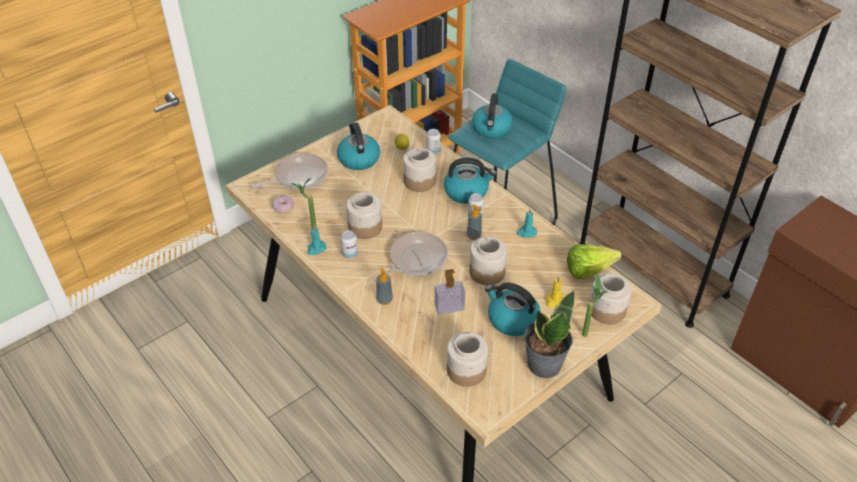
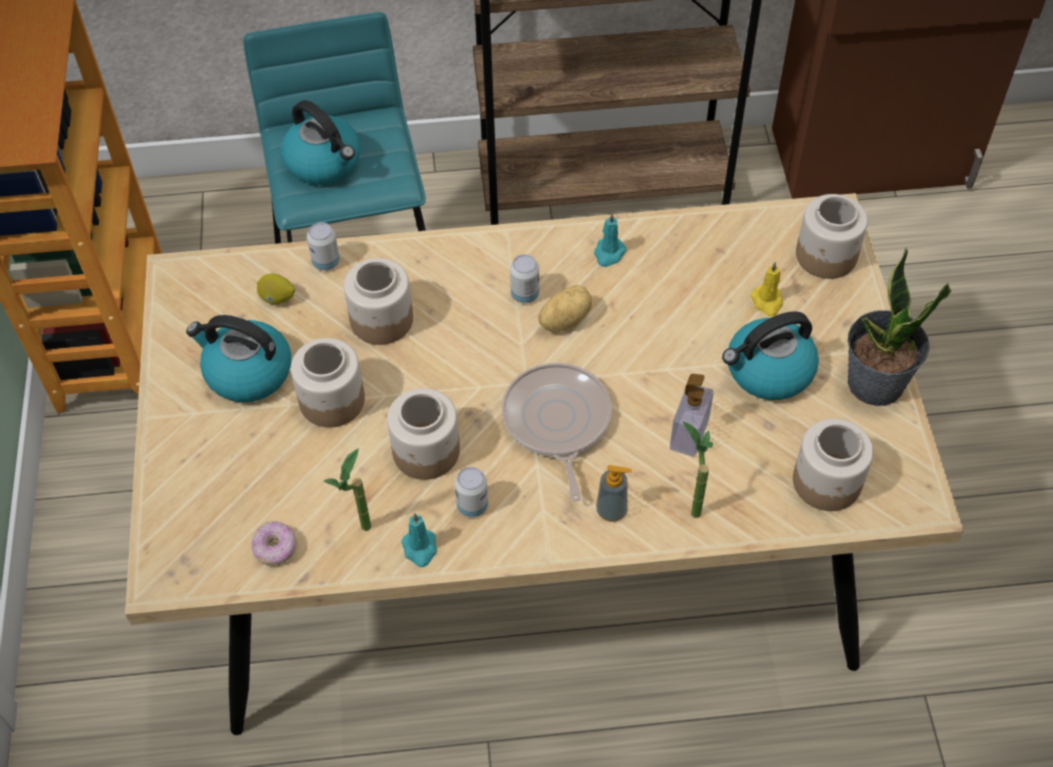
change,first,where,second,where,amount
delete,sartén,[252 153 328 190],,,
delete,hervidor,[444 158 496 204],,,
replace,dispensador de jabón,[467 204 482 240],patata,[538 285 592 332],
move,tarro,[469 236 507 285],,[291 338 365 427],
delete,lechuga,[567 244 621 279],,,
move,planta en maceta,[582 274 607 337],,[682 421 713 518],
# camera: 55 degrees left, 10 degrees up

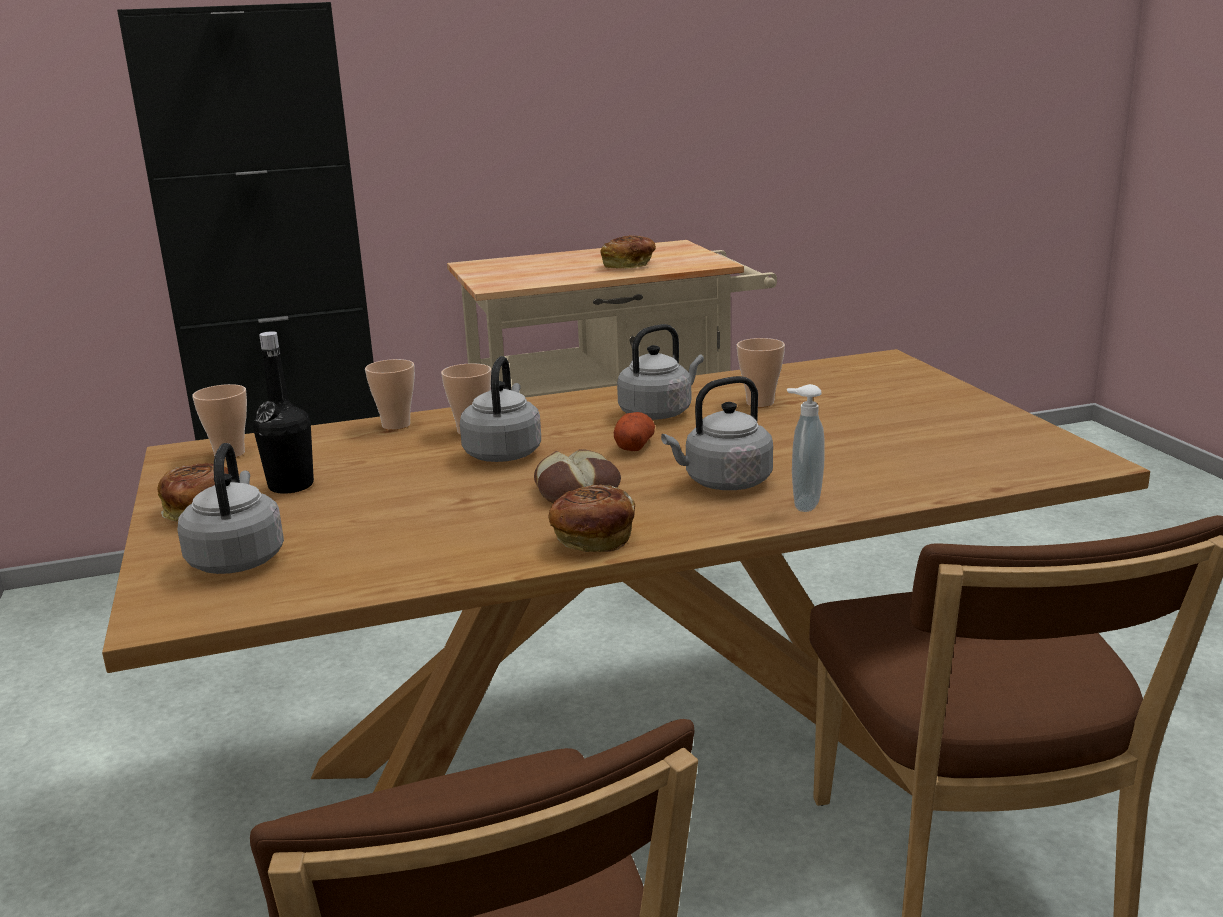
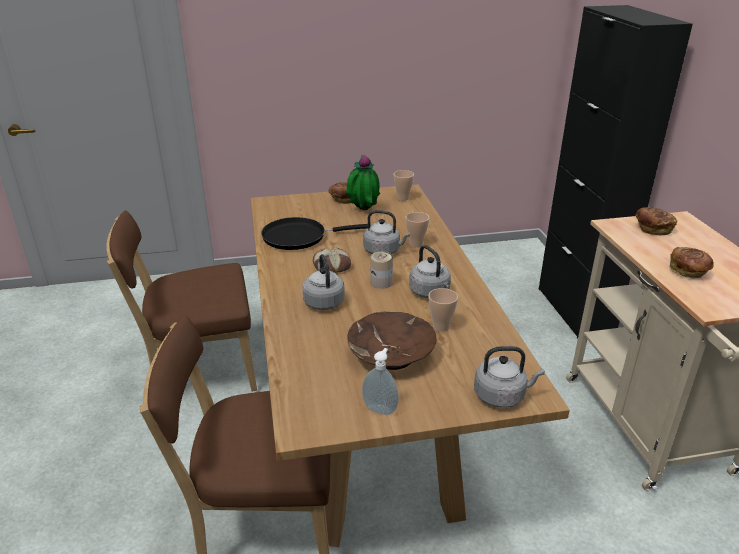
change,first,where,second,where,amount
move,hervidor (gris),[177 443 284 574],,[474 346 545 408],
replace,botella (negro),[253 331 314 494],planta en maceta,[345 154 380 210],
delete,taza,[365 359 415 430],,,
move,pan,[549 484 635 552],,[636 207 677 235],
replace,patata,[614 412 655 451],lata,[371 252 393 289],
move,dispensador de jabón,[787 384 825 512],,[362 348 399 415],
insert,,,sartén (negro),[261 217 368 250],
insert,,,cuenco (marrón),[347 312 437 370],
# camera: 95 degrees right, 10 degrees up

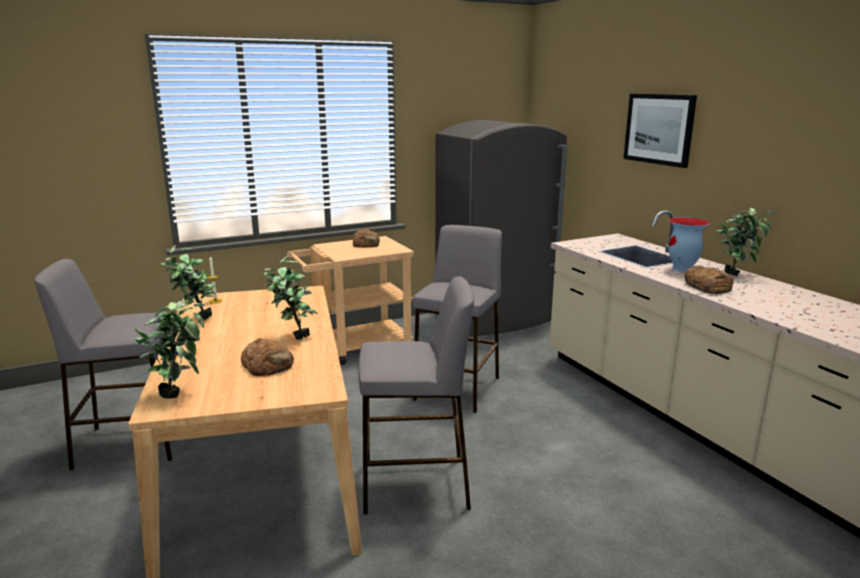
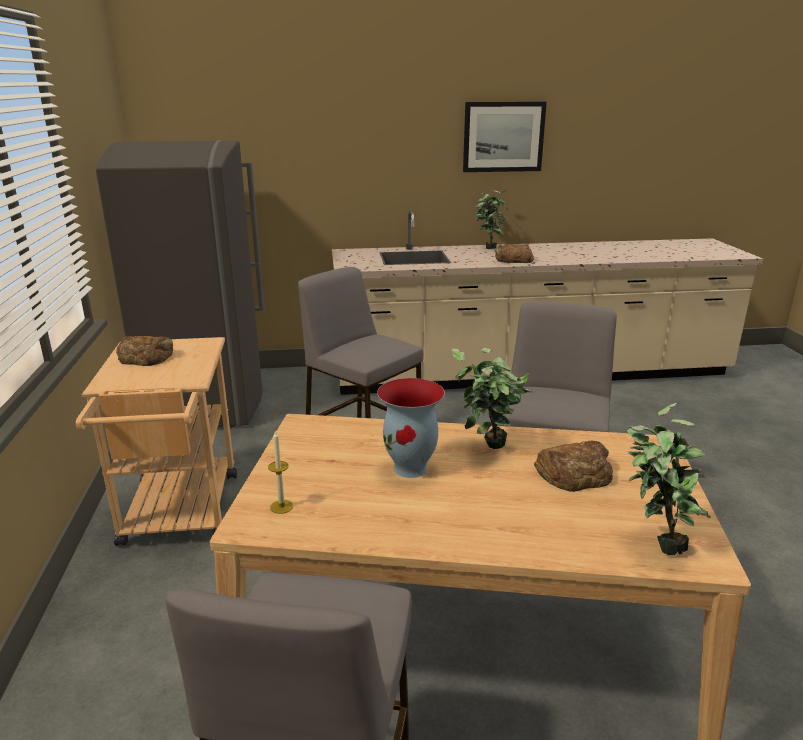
change,first,where,second,where,amount
delete,planta en maceta,[161 245 215 320],,,
move,cuadro,[623 94 697 168],,[463 102 547 172],
move,florero,[669 217 710 273],,[377 378 445 478],
# camera: 70 degrees left, 5 degrees up

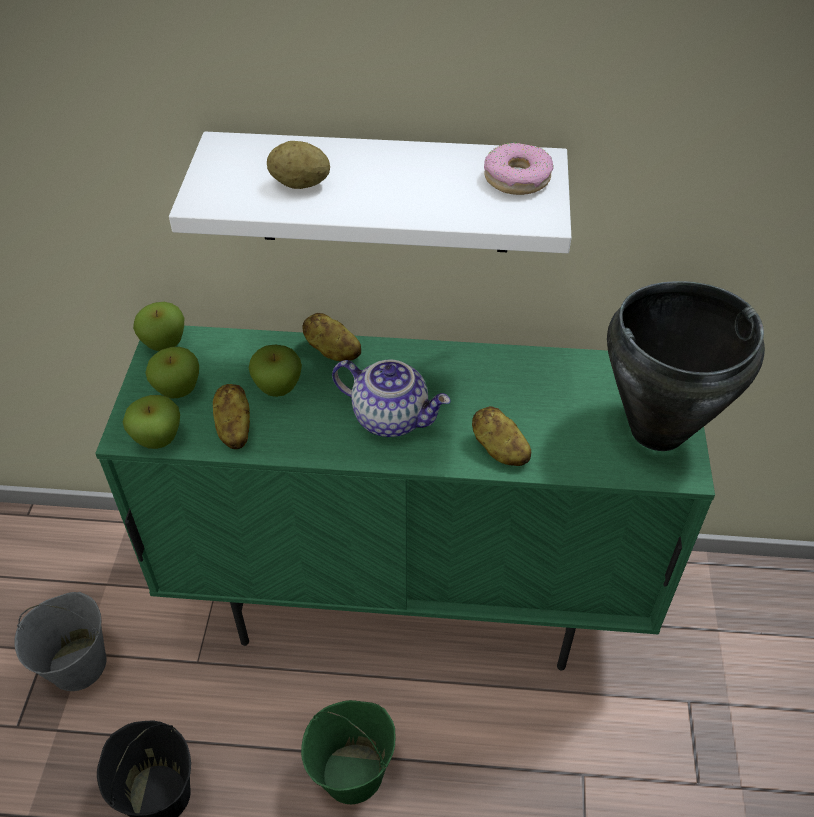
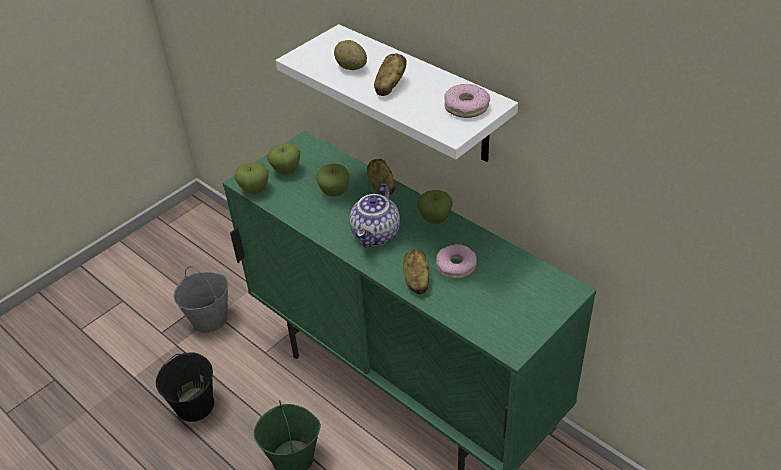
change,first,where,second,where,amount
move,manzana,[133 302 184 351],,[417 190 453 224],
move,patata,[213 384 250 449],,[374 54 407 96],
rotate,tetera,[332 359 451 437],,[350 183 400 247],45 degrees clockwise
delete,olla (negro),[607 281 765 451],,,
insert,,,rosquilla,[436 244 477 279],
# camera: 40 degrees right, 5 degrees down

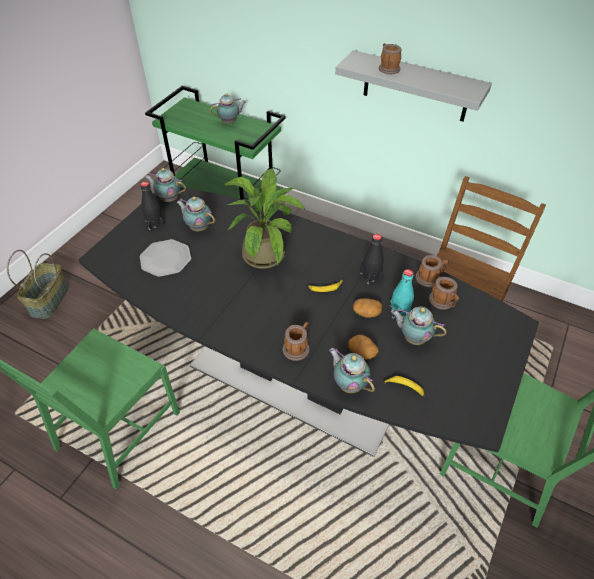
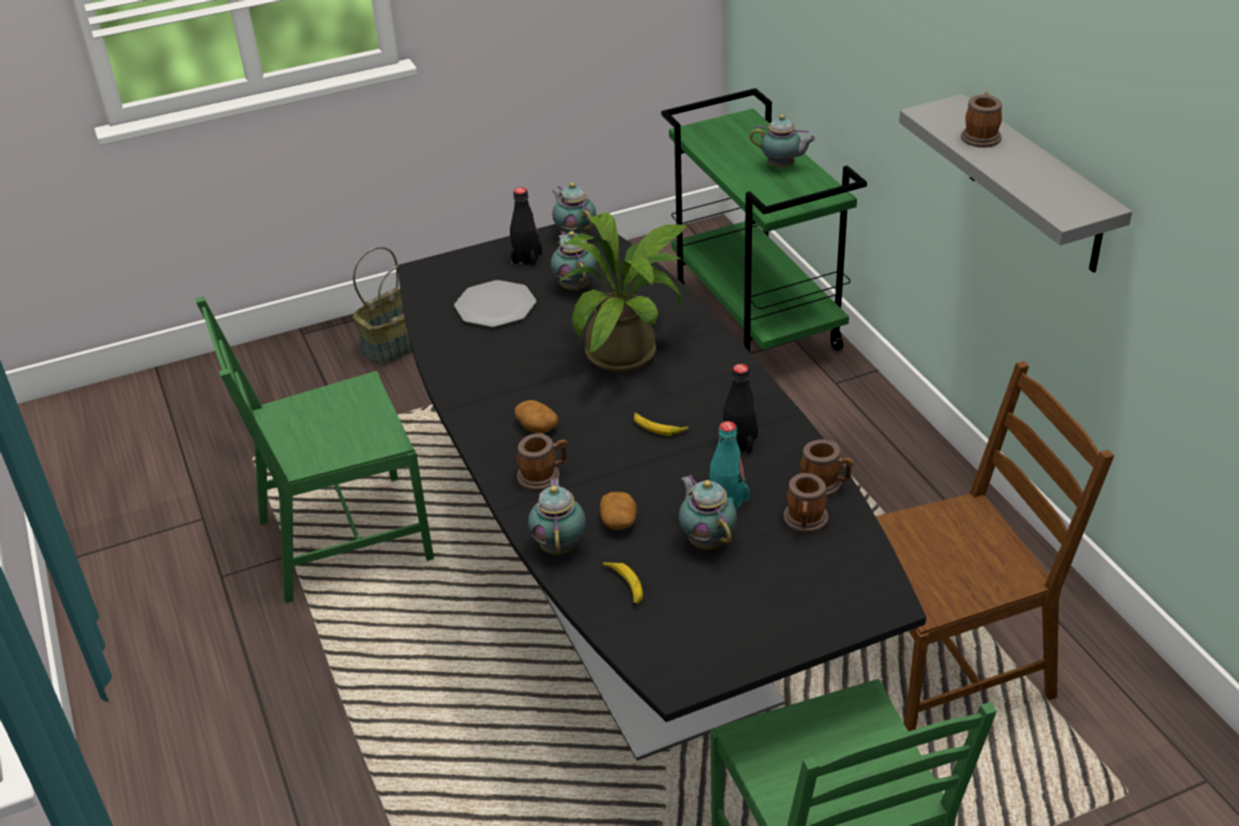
change,first,where,second,where,amount
move,patata,[353 298 382 318],,[515 400 559 433],
# camera: 40 degrees right, 10 degrees down

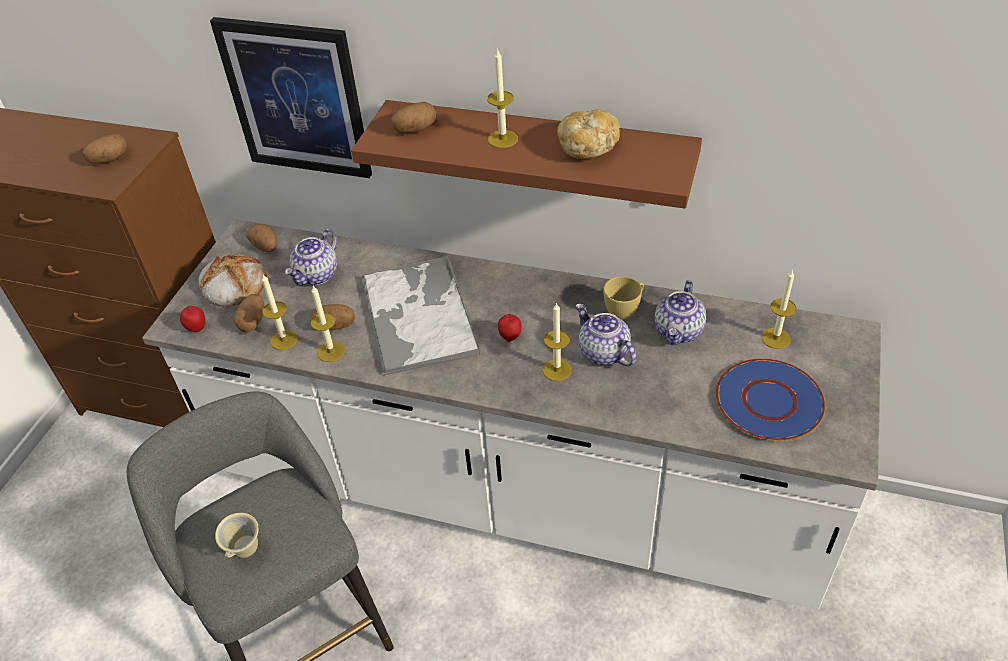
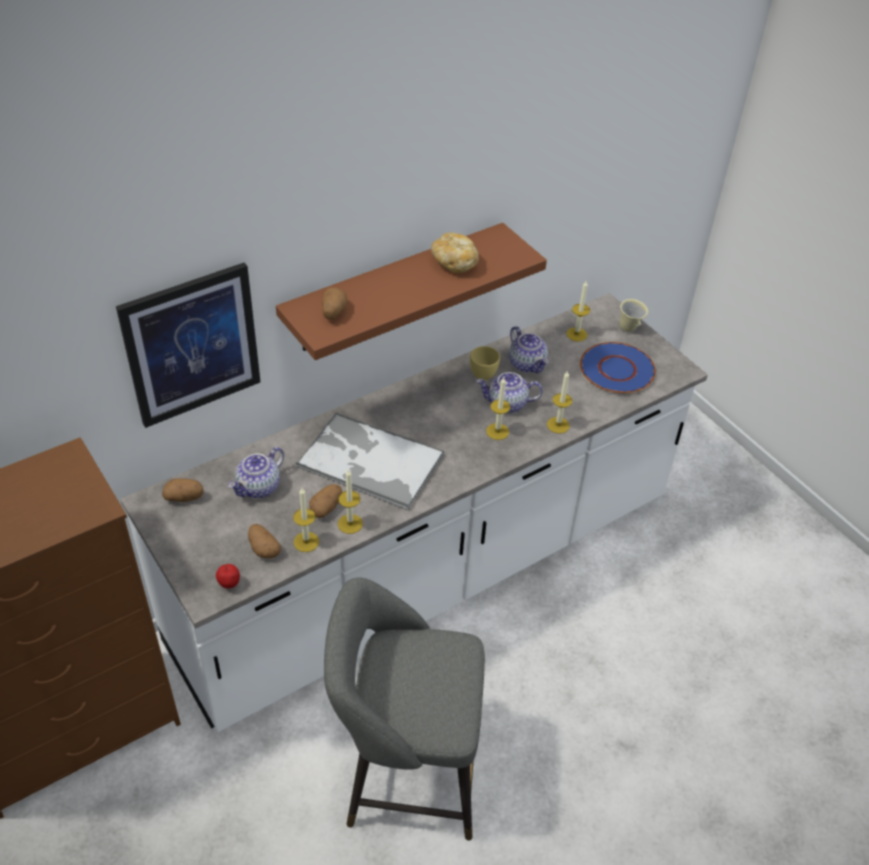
change,first,where,second,where,amount
delete,patata,[83 134 127 164],,,
delete,pan,[198 254 267 307],,,
move,taza grande (beis),[215 513 259 558],,[619 299 648 332],
rotate,tetera,[285 229 337 285],,[228 447 284 498],60 degrees clockwise
move,vela,[487 48 518 148],,[547 370 572 433],
delete,manzana,[498 314 522 342],,,
# camera: 55 degrees left, 0 degrees up

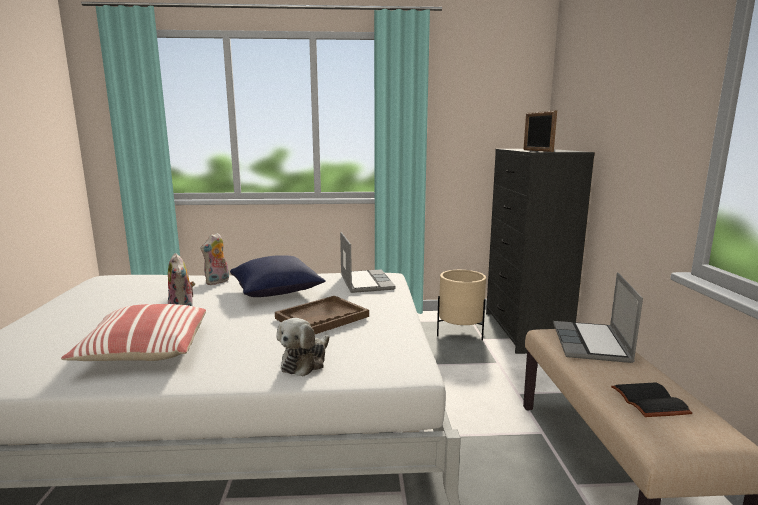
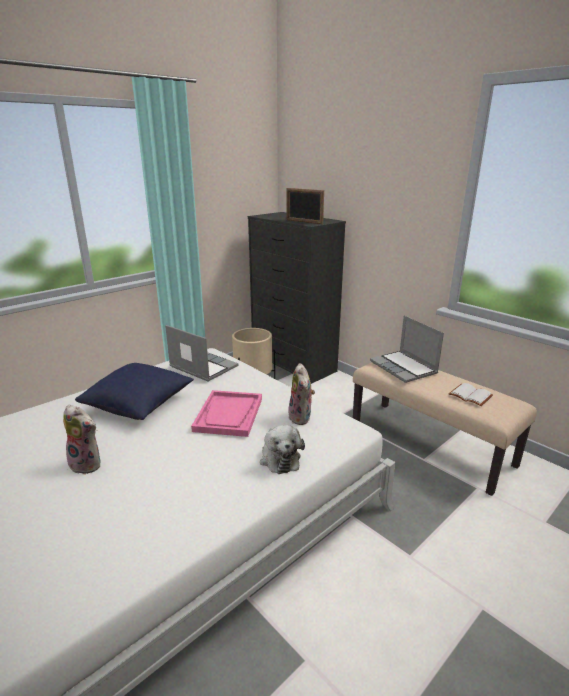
change,first,where,second,where,amount
delete,cojín,[61 304 206 361],,,
move,peluche,[201 233 229 285],,[288 363 315 425],
recolor,bandeja (marrón),[275 296 369 334],bandeja (rosa),[191 390 262 437],
recolor,libro (negro),[611 382 692 417],libro (blanco),[449 383 493 406],
# camera: 40 degrees left, 10 degrees up

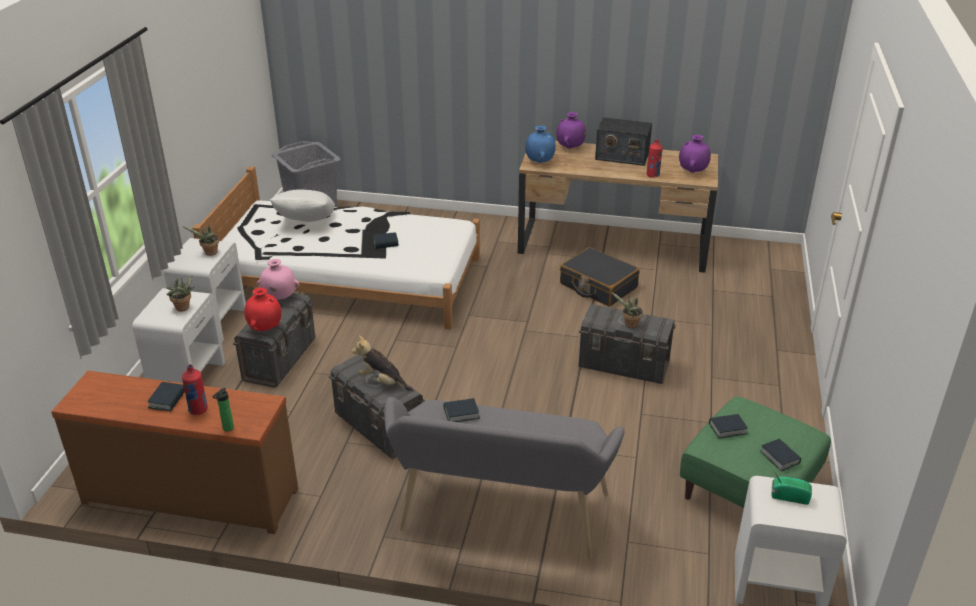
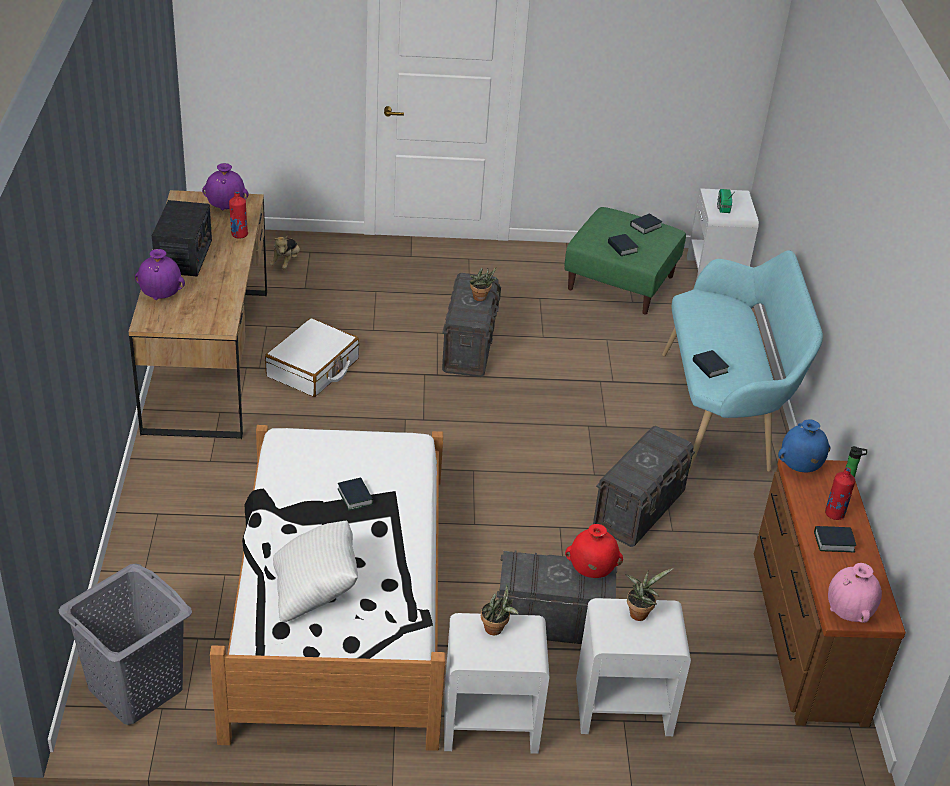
change,first,where,second,where,amount
move,florero (rosa),[257 259 299 300],,[828 563 882 623],
move,peluche,[352 335 413 391],,[270 236 300 269],
recolor,banco (gris),[384 397 625 559],banco (turquesa),[662 250 823 475],
move,florero (azul),[525 126 556 163],,[778 419 830 472],
recolor,maleta (negro),[560 247 640 307],maleta (blanco),[265 318 359 397],
# camera: 105 degrees left, 5 degrees up

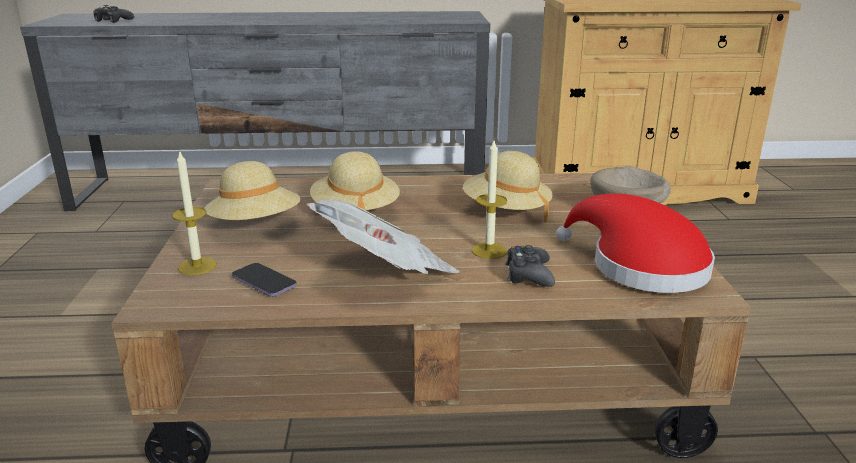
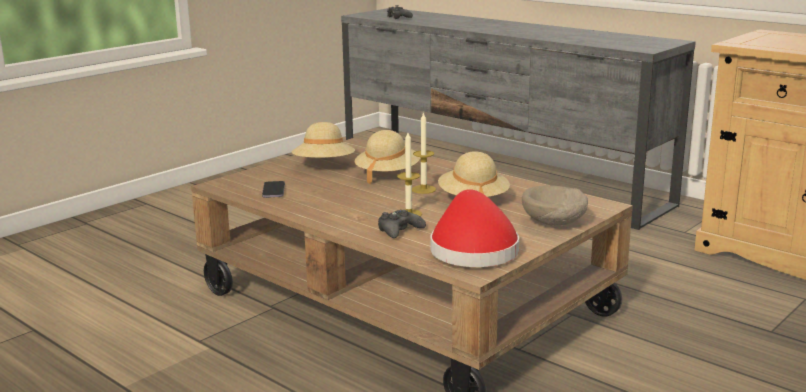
change,first,where,second,where,amount
move,vela,[172 150 217 275],,[412 112 436 194],
delete,periódico,[307 200 460 274],,,
# camera: 45 degrees right, 5 degrees down

